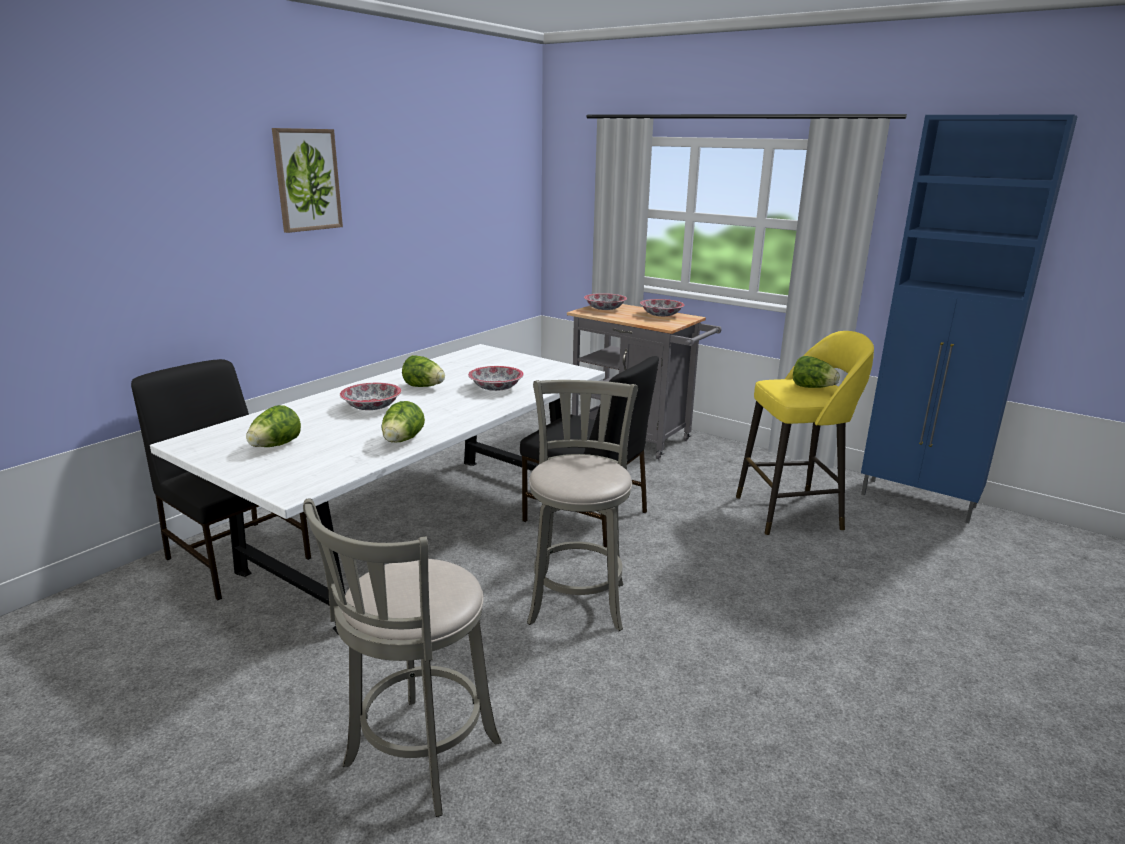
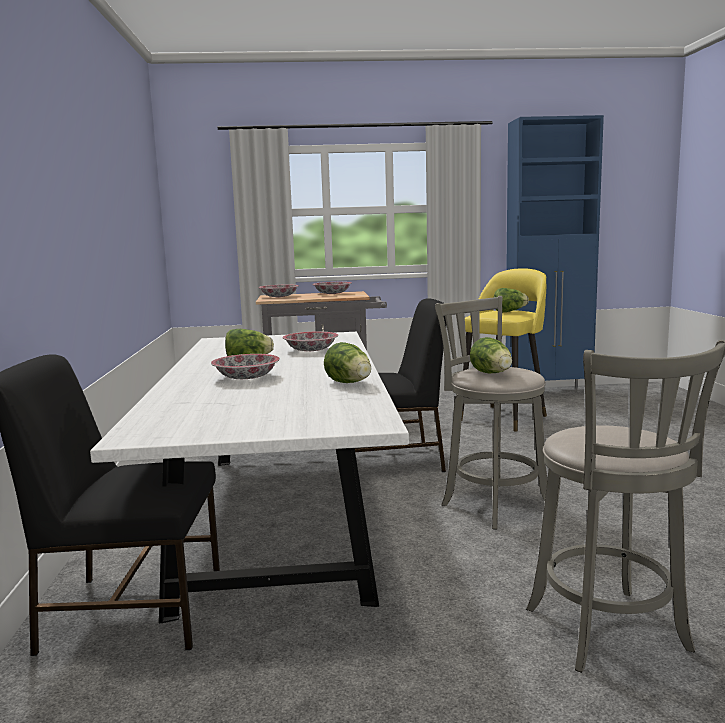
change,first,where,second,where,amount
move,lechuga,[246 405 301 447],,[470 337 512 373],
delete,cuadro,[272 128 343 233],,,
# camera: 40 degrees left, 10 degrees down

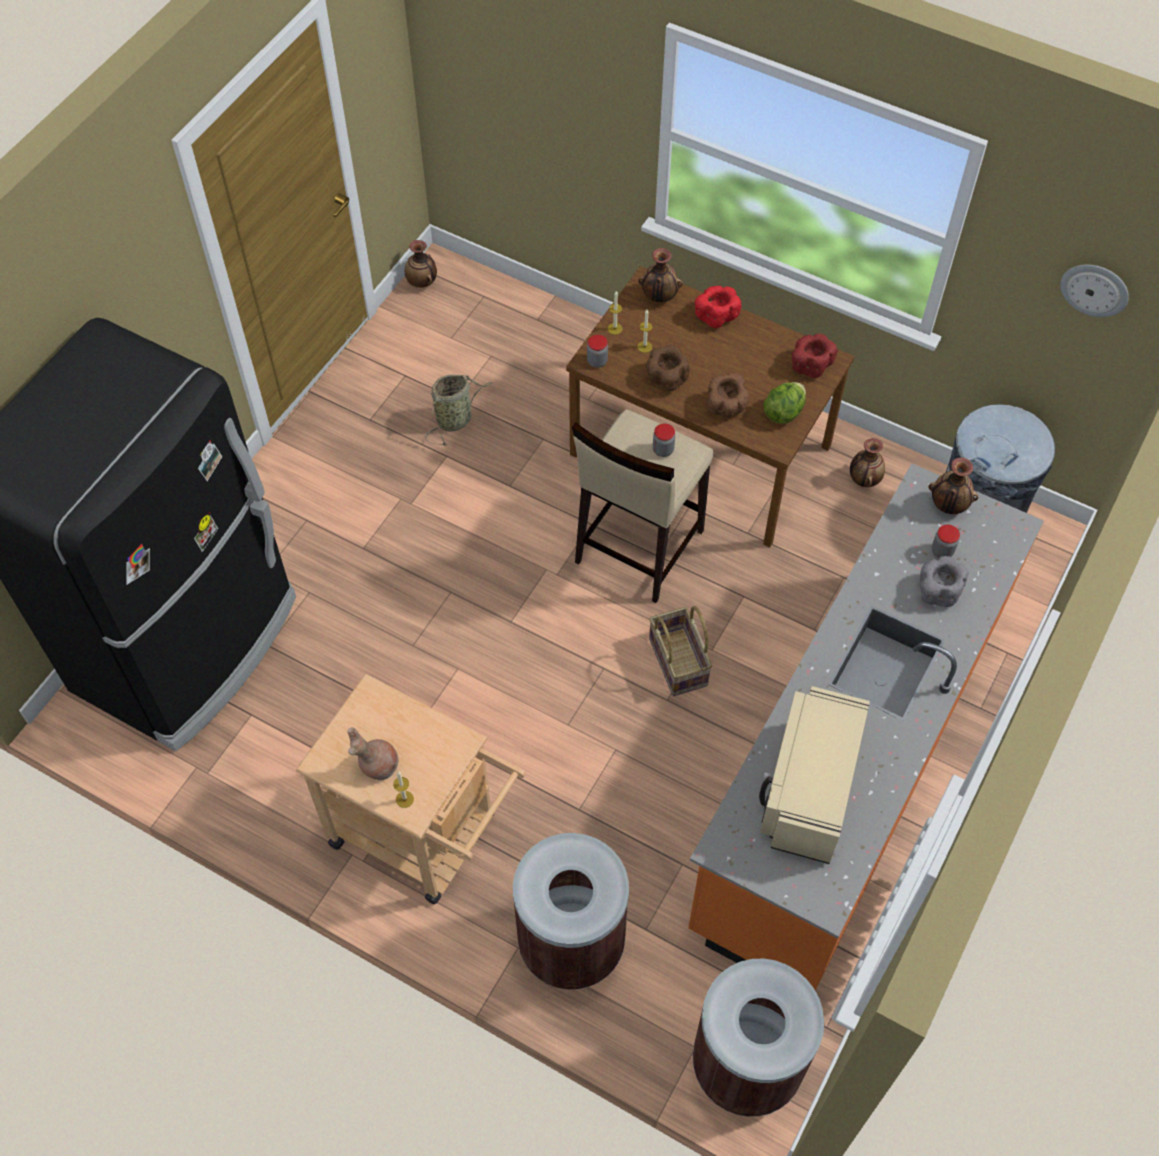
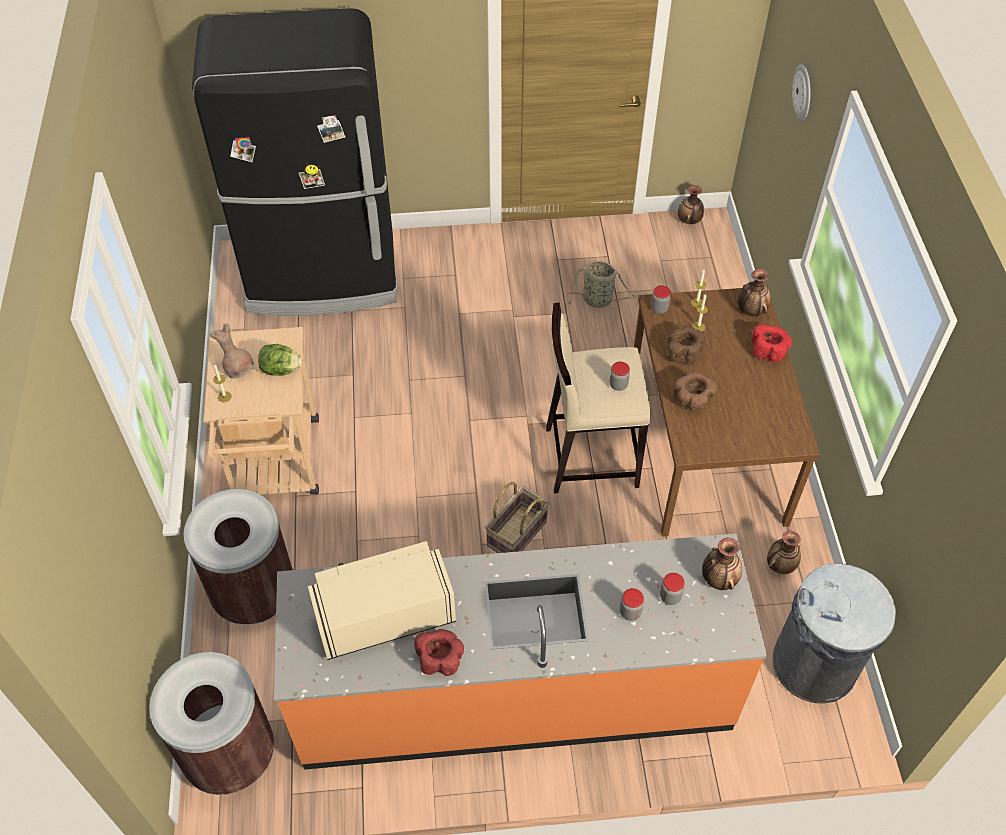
change,first,where,second,where,amount
move,lechuga,[763 382 806 424],,[258 344 302 376],
move,cuenco (rojo),[792 334 837 378],,[414 629 464 676],
replace,cuenco (gris),[920 556 969 607],tarro,[620 588 644 621],
move,reloj de pared,[1060 265 1129 317],,[792 64 811 121],
# camera: 55 degrees right, 5 degrees down

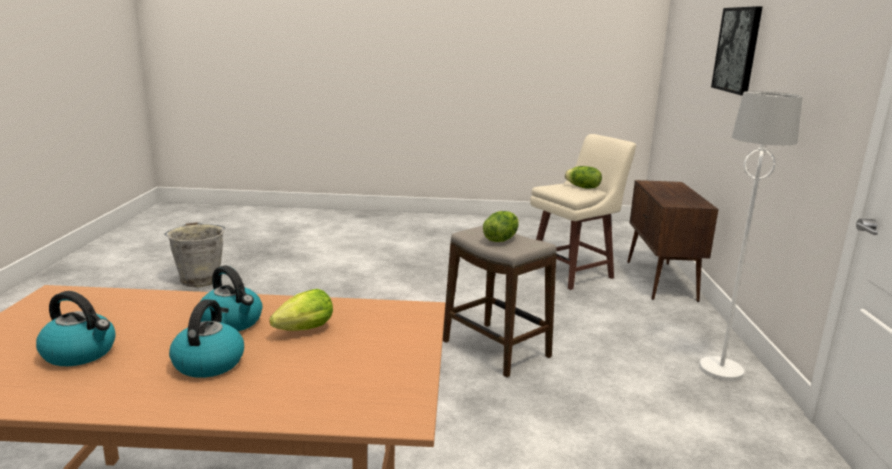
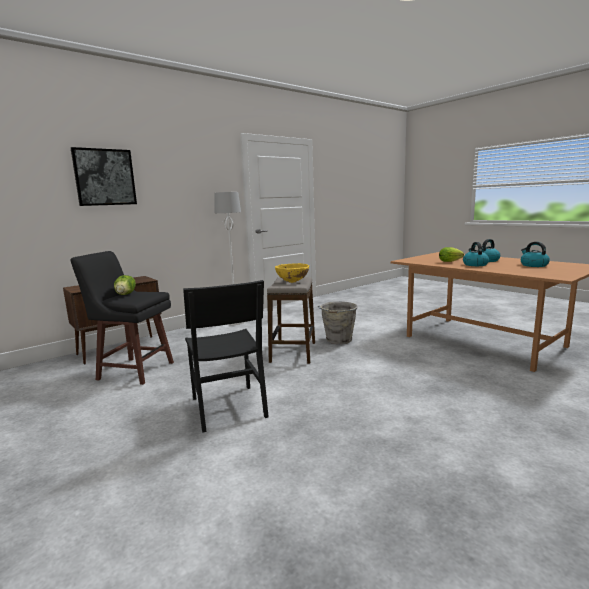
change,first,where,second,where,amount
move,cubo (gris),[165 222 225 287],,[318 301 357 344],
replace,lechuga,[483 211 519 242],cuenco (amarillo),[275 263 309 283],
recolor,taburete (beis),[530 134 636 290],taburete (negro),[70 251 174 385],
insert,,,silla (negro),[183 280 269 433],
# camera: 130 degrees left, 5 degrees down

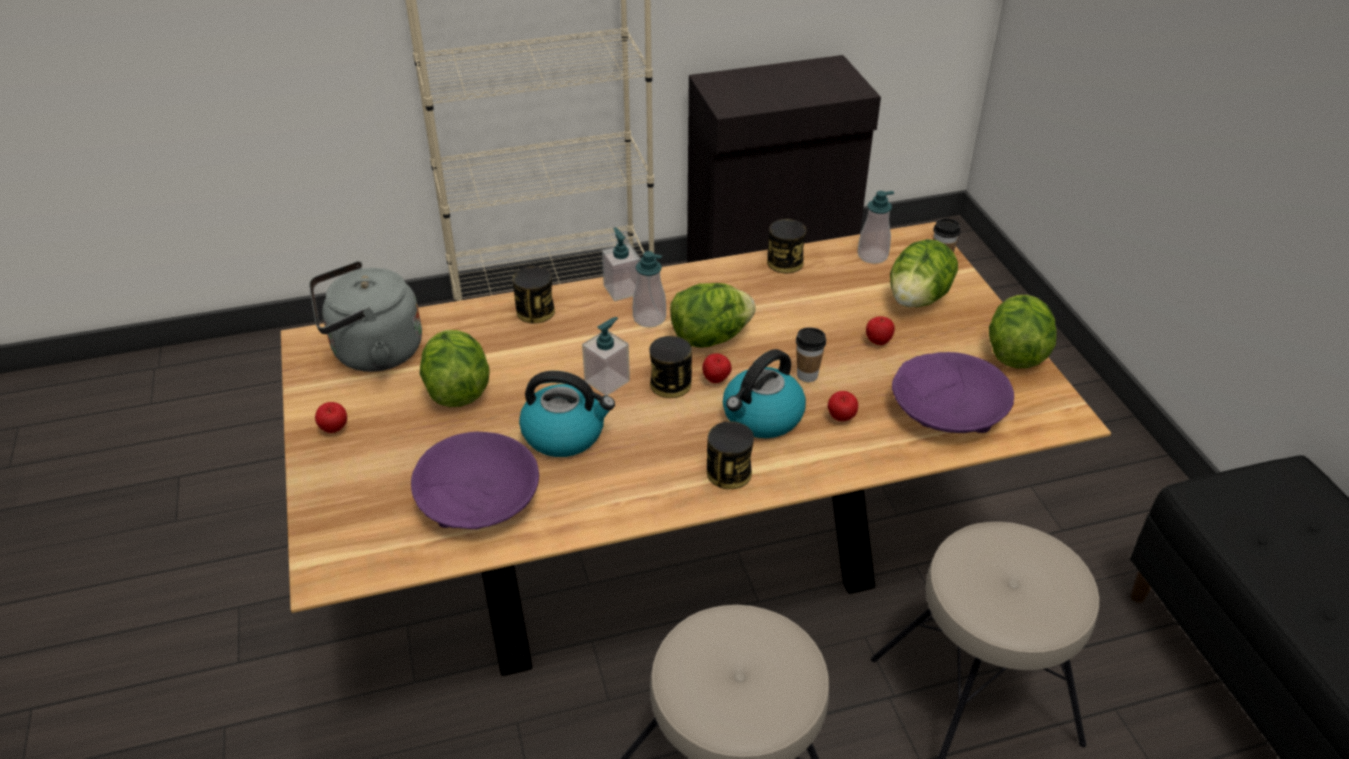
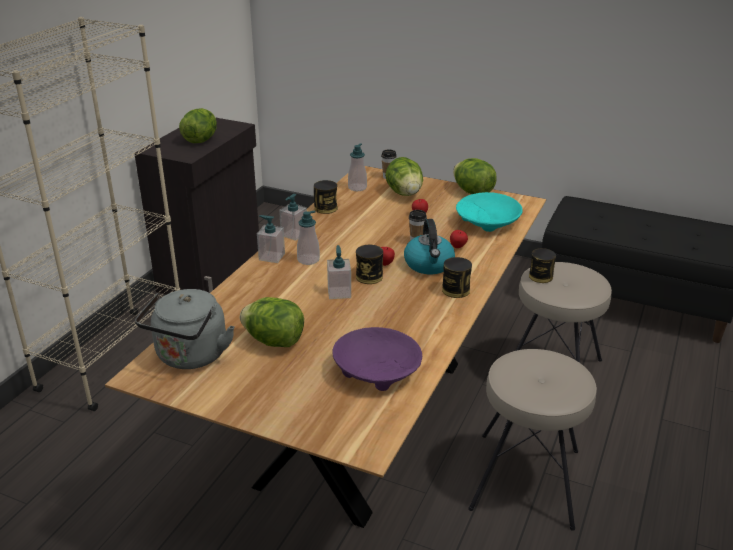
change,first,where,second,where,amount
delete,manzana,[315 402 347 433],,,
move,lata,[513 266 555 323],,[529 248 556 283],
delete,hervidor,[519 371 615 457],,,
move,lechuga,[670 283 756 348],,[179 108 217 143],
recolor,cuenco (morado),[892 352 1014 433],cuenco (turquesa),[456 192 523 232],
insert,,,dispensador de jabón,[279 194 307 241],
# camera: 50 degrees left, 10 degrees down

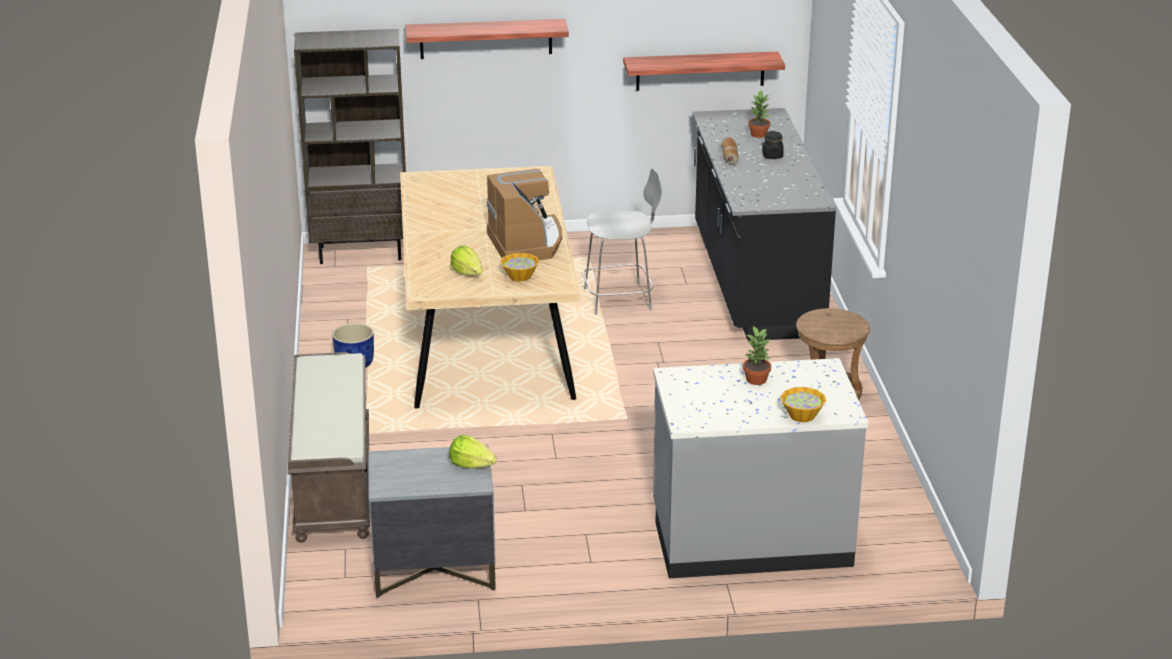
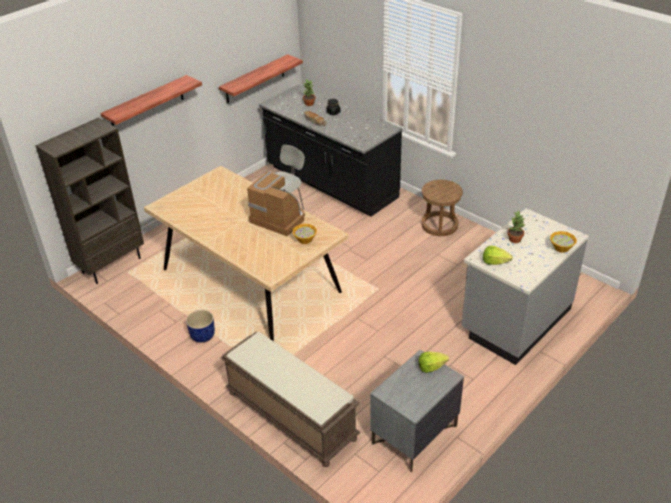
change,first,where,second,where,amount
move,lechuga,[450 246 482 276],,[483 246 513 265],
# camera: 40 degrees left, 10 degrees up

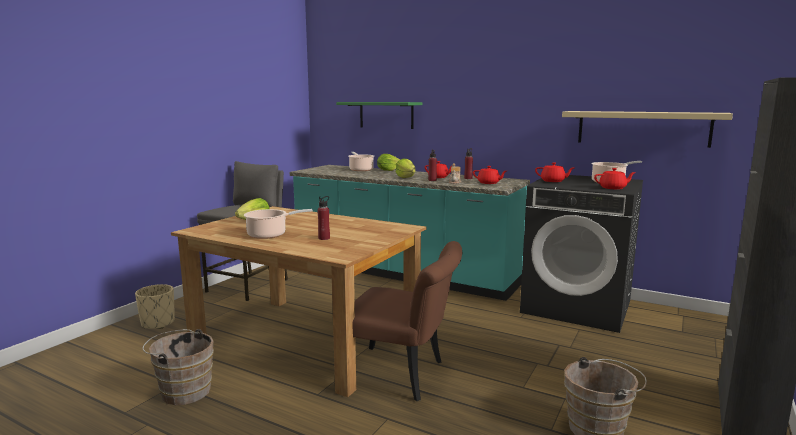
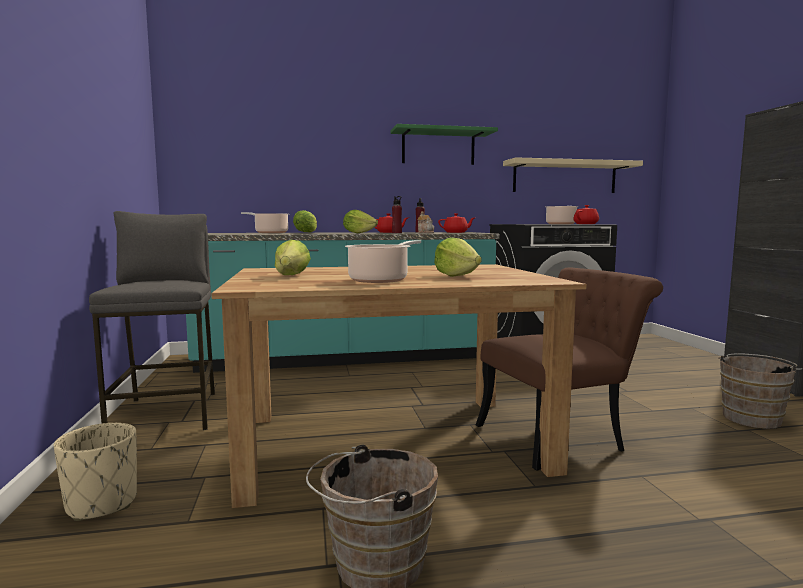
change,first,where,second,where,amount
replace,botella (rojo),[317 196 330 240],lechuga,[434 237 482 277],
move,estante (verde),[336 102 422 129],,[390 124 498 165],
delete,tetera (rojo),[535 163 574 182],,,
# camera: 40 degrees left, 5 degrees down

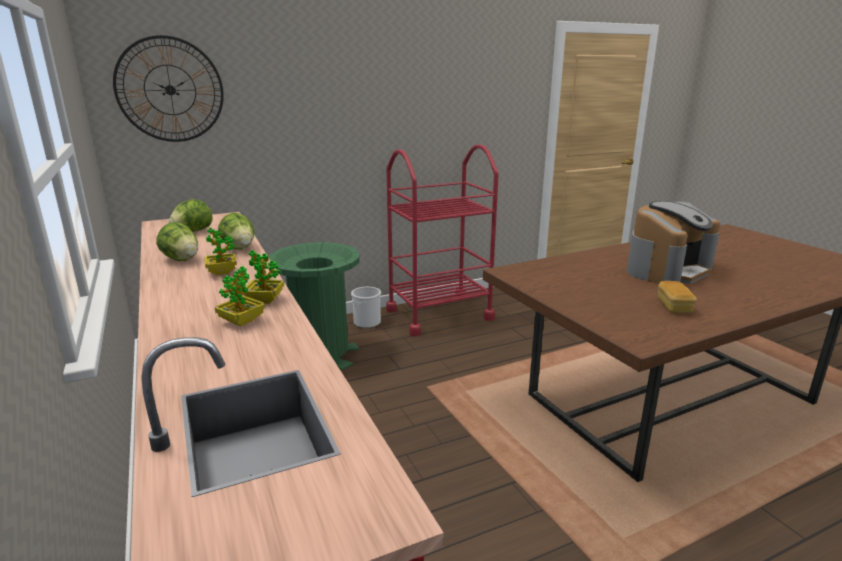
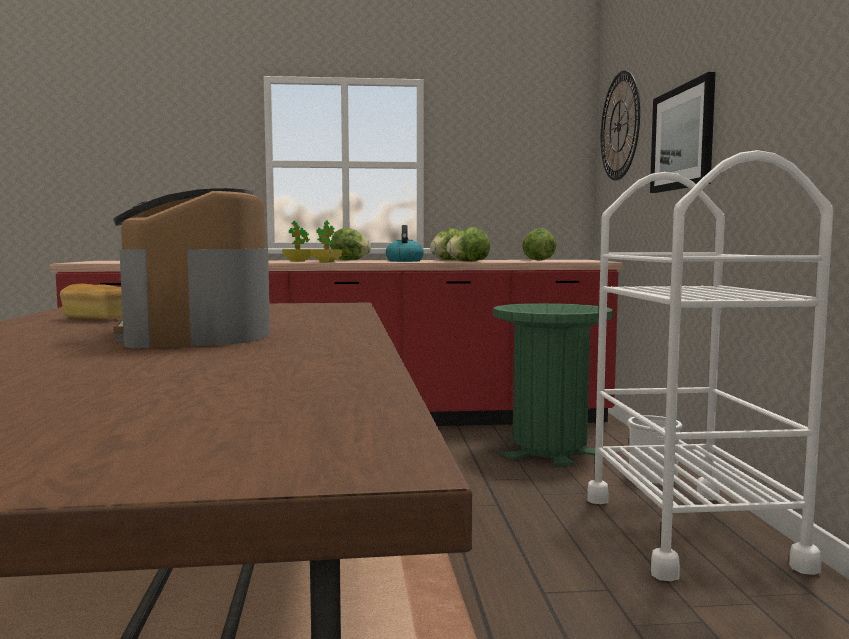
change,first,where,second,where,amount
replace,planta en maceta,[205 228 237 275],hervidor,[386 225 424 262],
recolor,carrito (rojo),[386 144 499 337],carrito (blanco),[587 150 833 581],
insert,,,lechuga,[331 228 371 260],
insert,,,cuadro,[650 72 716 193],
# camera: 110 degrees right, 15 degrees down

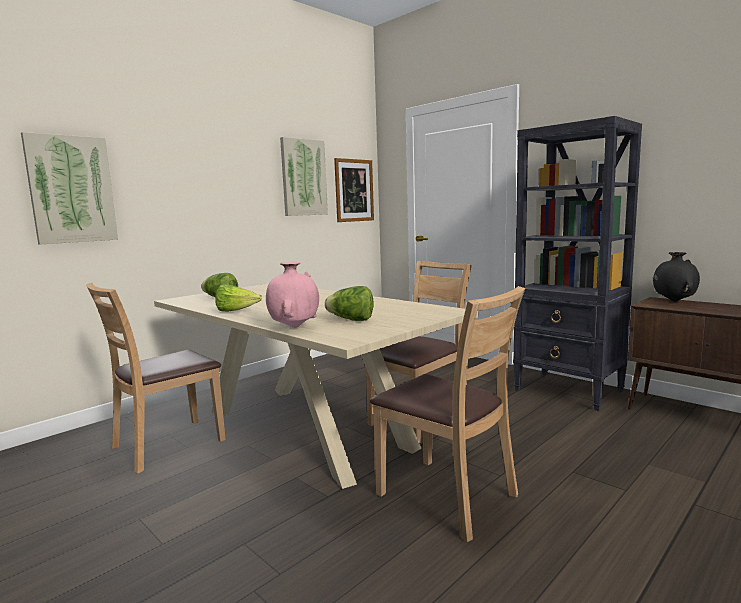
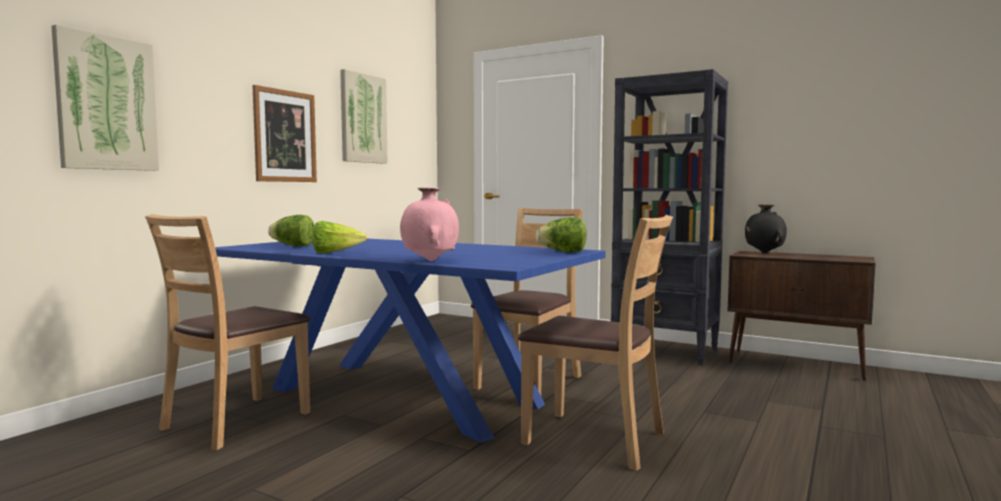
change,first,where,second,where,amount
recolor,mesa de comedor (beis),[154 284 478 489],mesa de comedor (azul),[215 239 605 443],
move,lechuga,[325 286 374 321],,[536 217 586 252],
move,cuadro,[334 158 374 222],,[252 85 317 182],
# camera: 15 degrees left, 5 degrees down

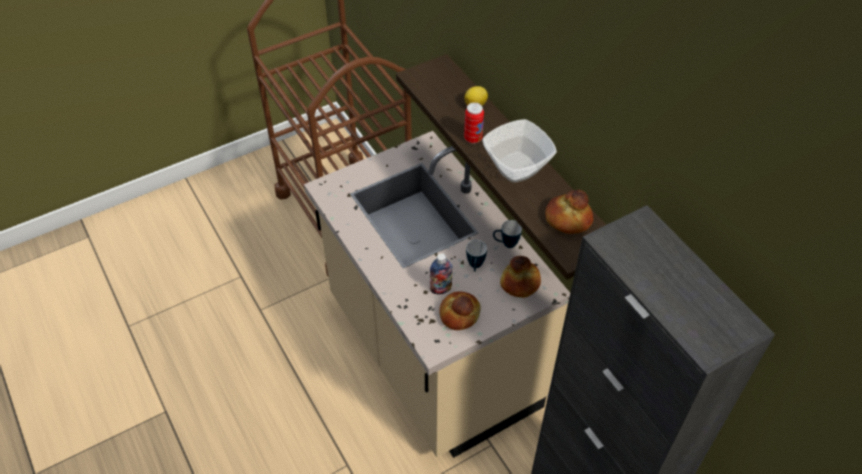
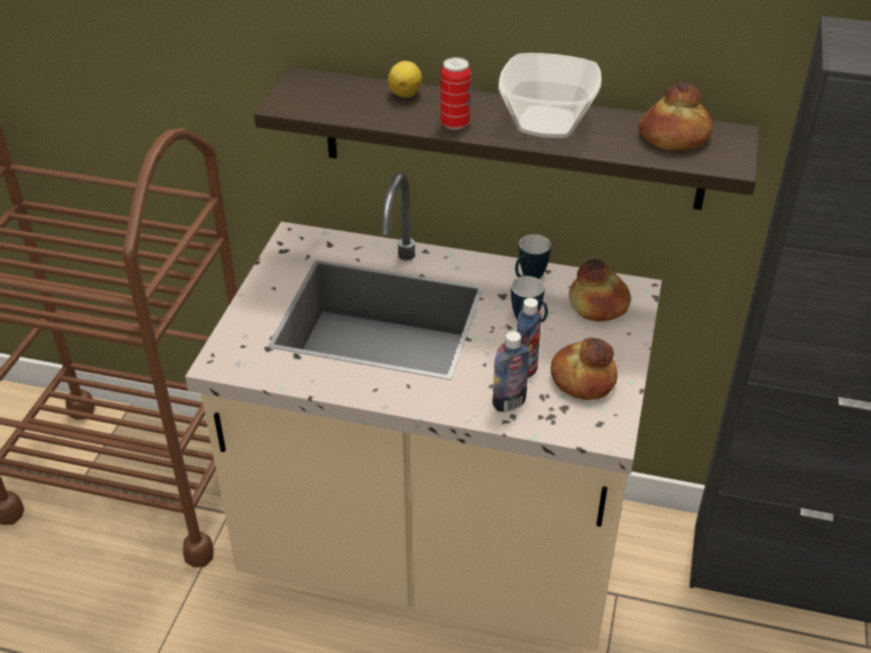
change,first,where,second,where,amount
insert,,,botella,[492 331 530 412],
# camera: 45 degrees left, 10 degrees down

